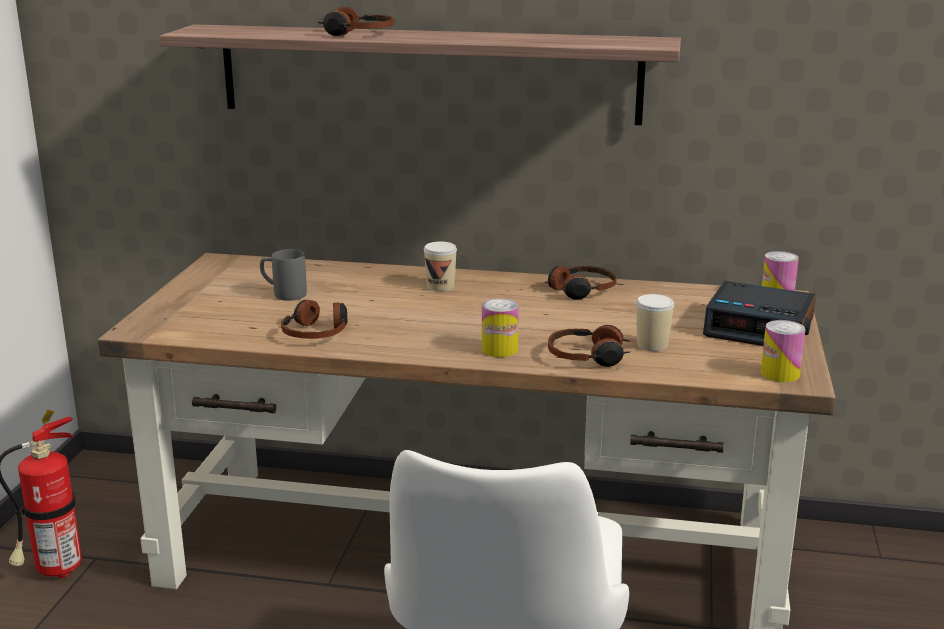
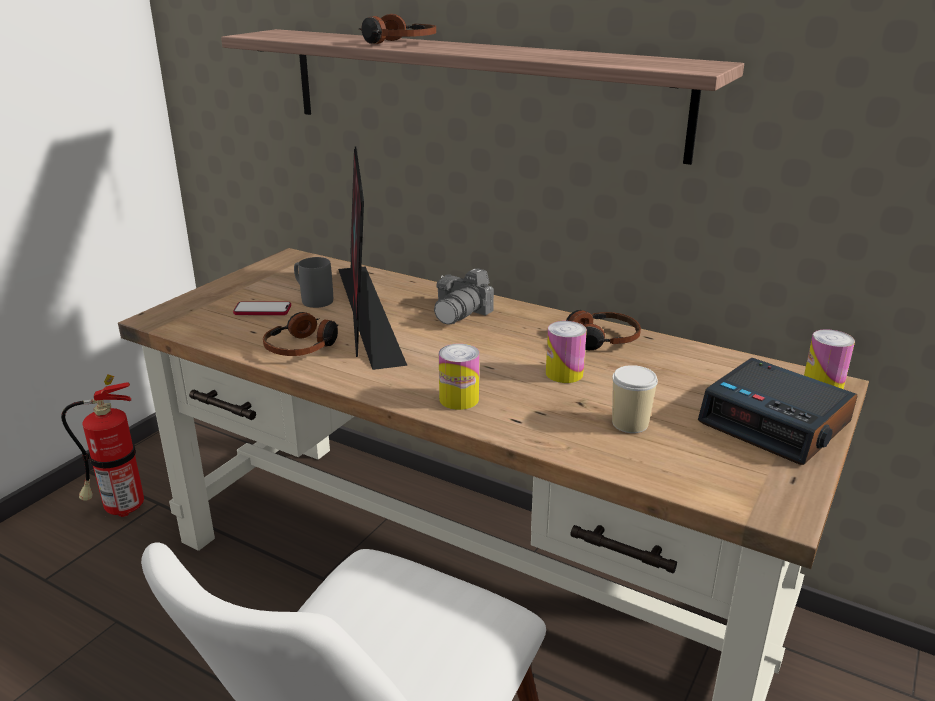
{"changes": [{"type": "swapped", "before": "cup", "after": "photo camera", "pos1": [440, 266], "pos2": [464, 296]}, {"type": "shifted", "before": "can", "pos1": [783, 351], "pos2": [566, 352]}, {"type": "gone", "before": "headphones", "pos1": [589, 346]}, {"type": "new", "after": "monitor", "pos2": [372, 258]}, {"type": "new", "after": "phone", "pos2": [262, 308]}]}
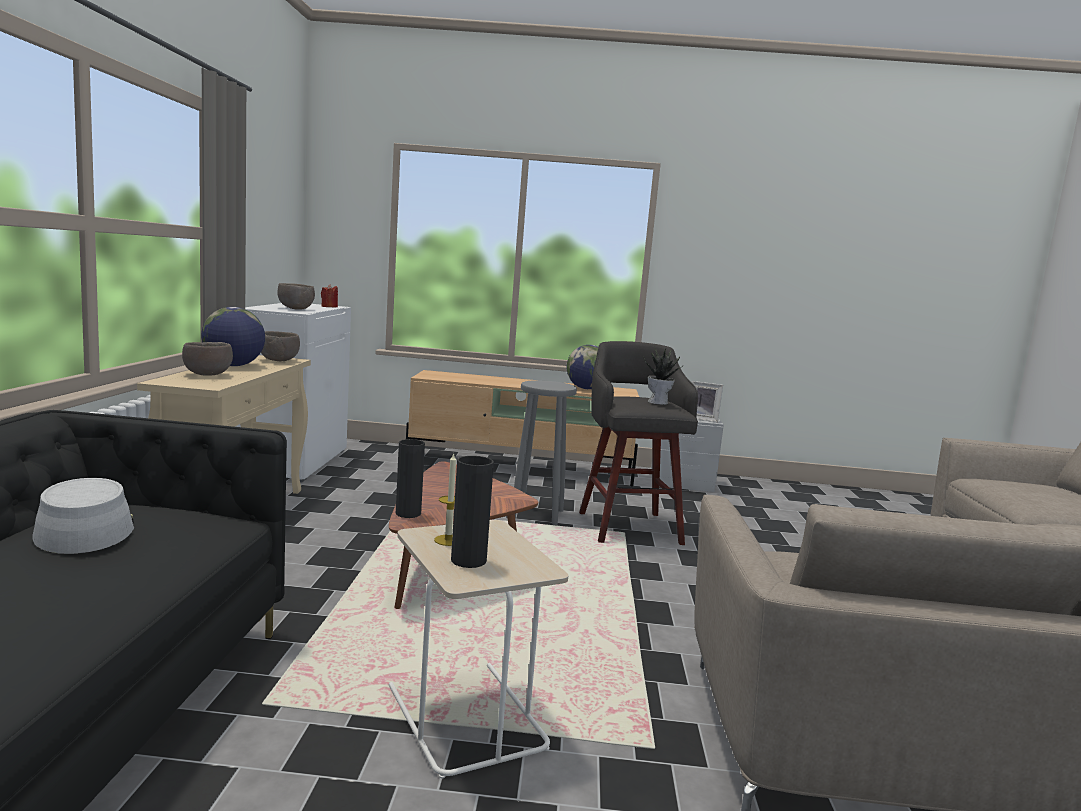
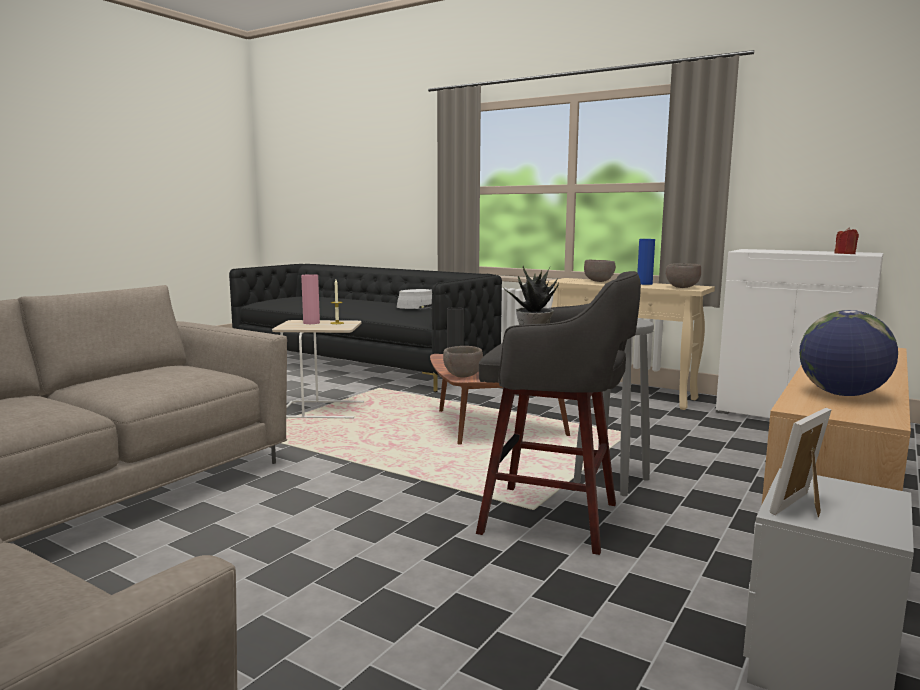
{"changes": [{"type": "shifted", "before": "brown bowl", "pos1": [296, 296], "pos2": [463, 362]}, {"type": "swapped", "before": "globe", "after": "blue vase", "pos1": [233, 336], "pos2": [646, 262]}, {"type": "repainted", "before": "black vase", "after": "pink vase", "pos1": [472, 512], "pos2": [310, 299]}]}
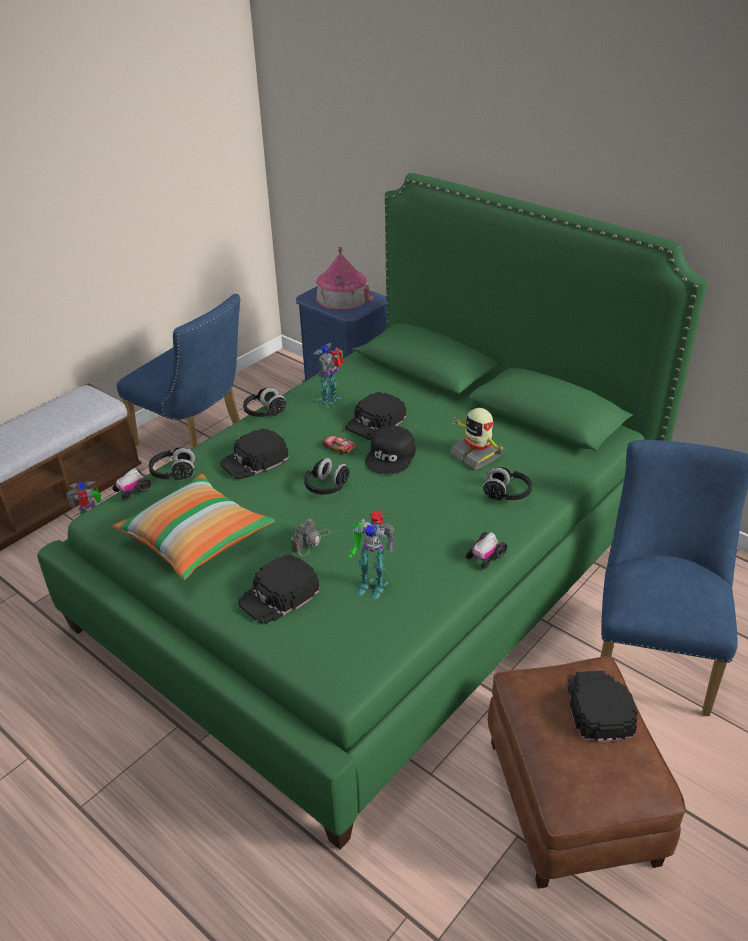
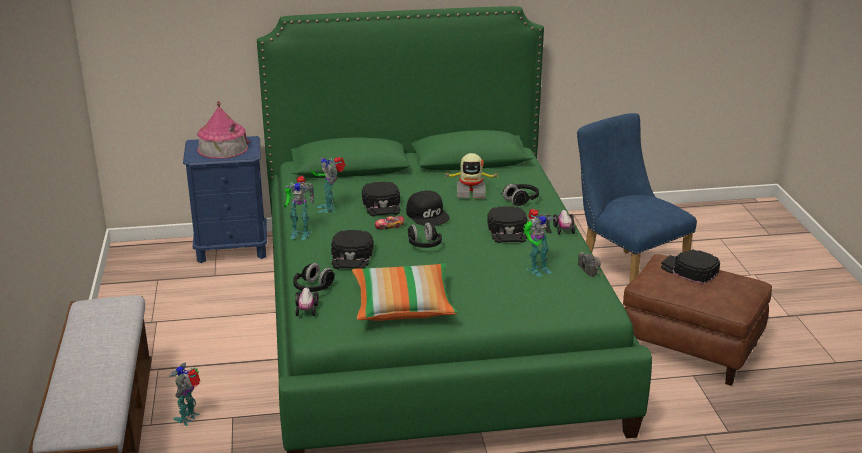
{"changes": [{"type": "gone", "before": "blue chair", "pos1": [179, 371]}, {"type": "swapped", "before": "black headphones", "after": "toy robot", "pos1": [265, 402], "pos2": [299, 207]}, {"type": "shifted", "before": "photo camera", "pos1": [310, 537], "pos2": [590, 264]}, {"type": "shifted", "before": "black cap", "pos1": [278, 589], "pos2": [507, 224]}]}
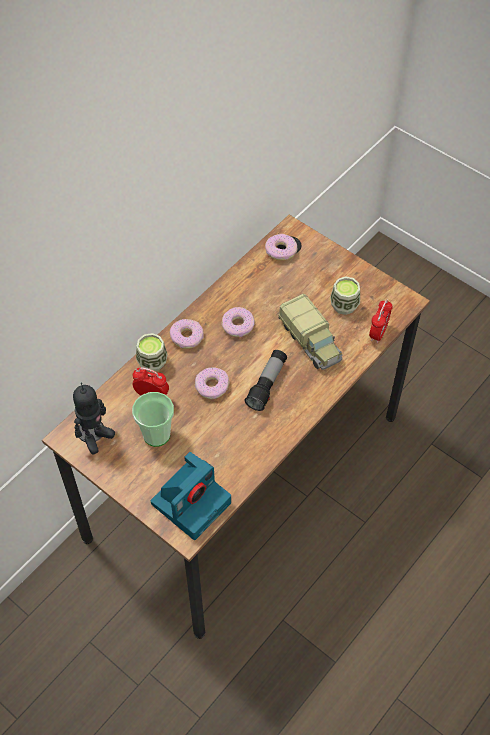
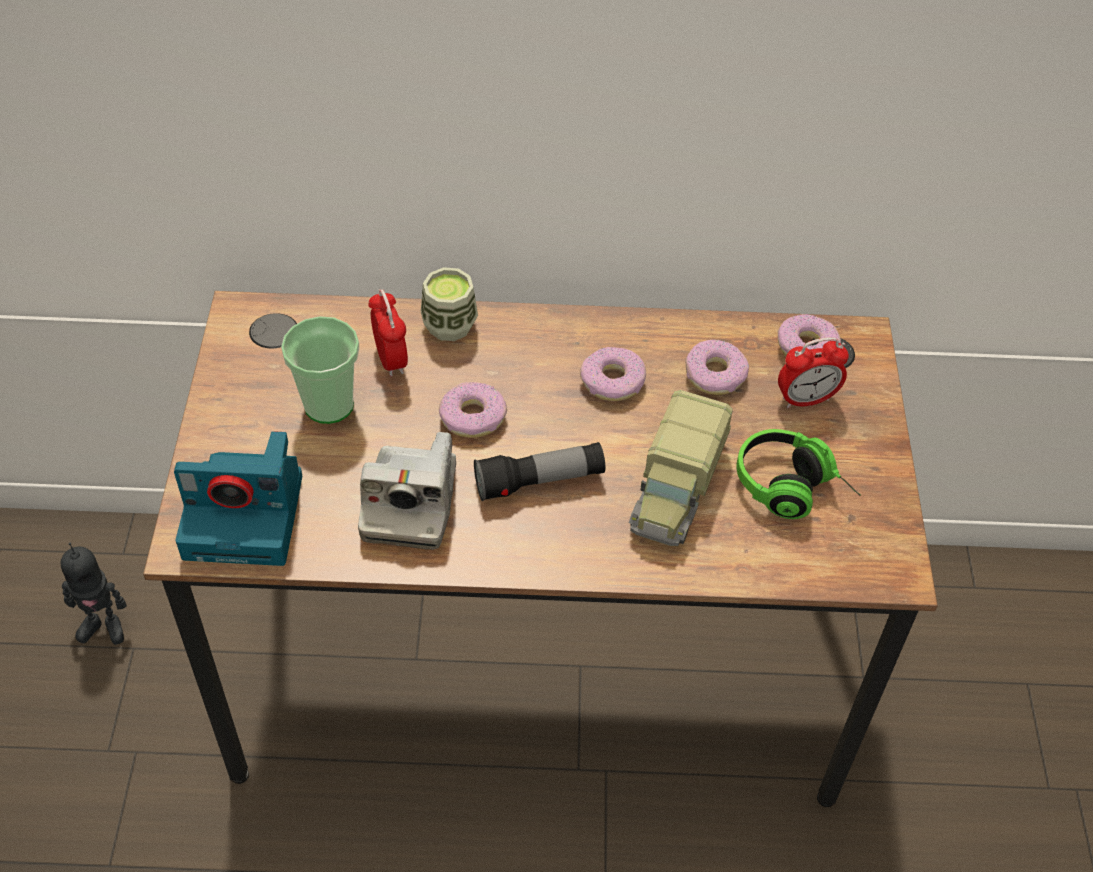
{"changes": [{"type": "swapped", "before": "cup", "after": "headphones", "pos1": [345, 295], "pos2": [798, 474]}, {"type": "shifted", "before": "alarm clock", "pos1": [381, 321], "pos2": [813, 372]}, {"type": "shifted", "before": "donut", "pos1": [186, 334], "pos2": [717, 367]}, {"type": "shifted", "before": "toy robot", "pos1": [94, 418], "pos2": [94, 593]}, {"type": "new", "after": "photo camera", "pos2": [407, 491]}]}
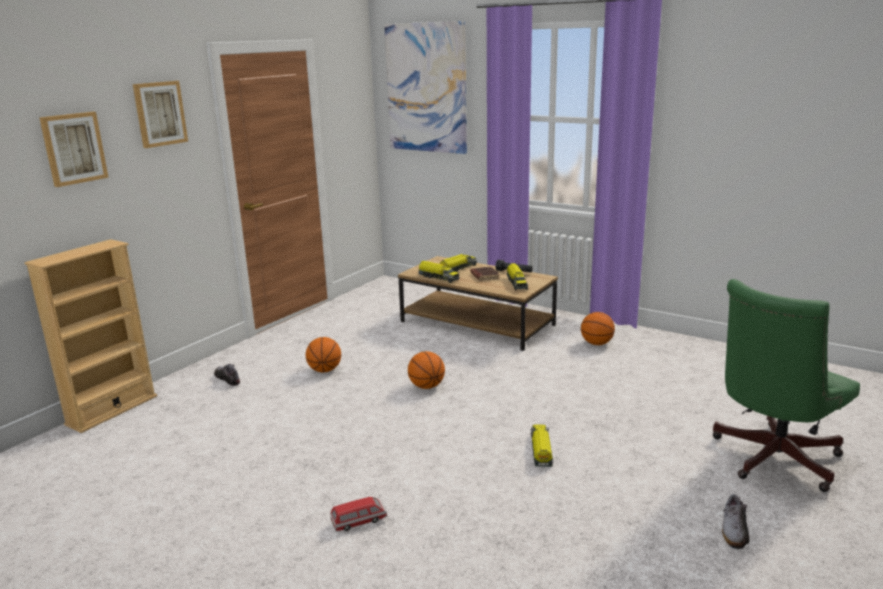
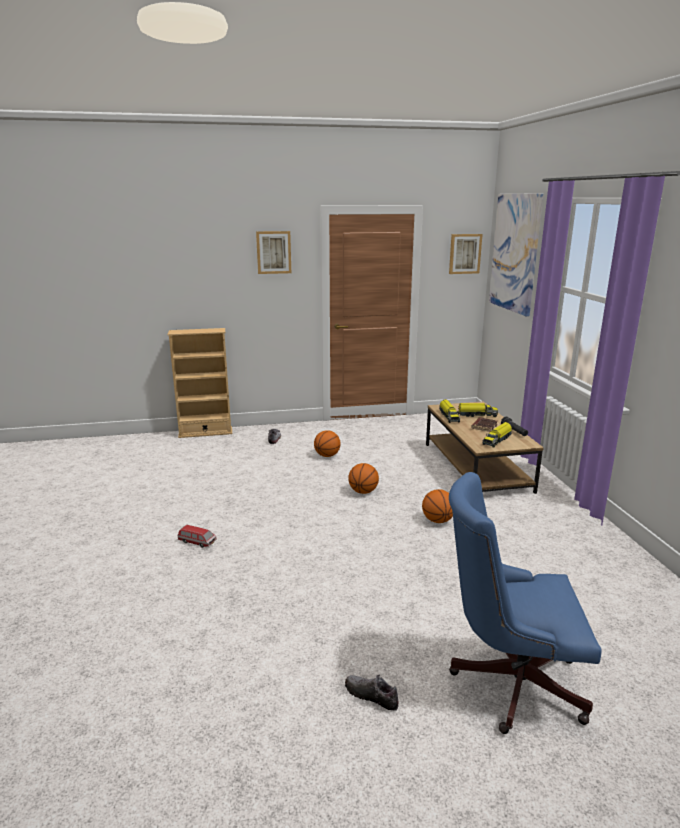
{"changes": [{"type": "shifted", "before": "picture", "pos1": [74, 149], "pos2": [466, 254]}, {"type": "repainted", "before": "green office chair", "after": "blue office chair", "pos1": [786, 385], "pos2": [525, 603]}, {"type": "shifted", "before": "basketball", "pos1": [598, 328], "pos2": [437, 506]}, {"type": "gone", "before": "toy truck", "pos1": [542, 446]}, {"type": "rotated", "before": "shoe", "pos1": [736, 521], "pos2": [372, 692], "turn": 60}]}
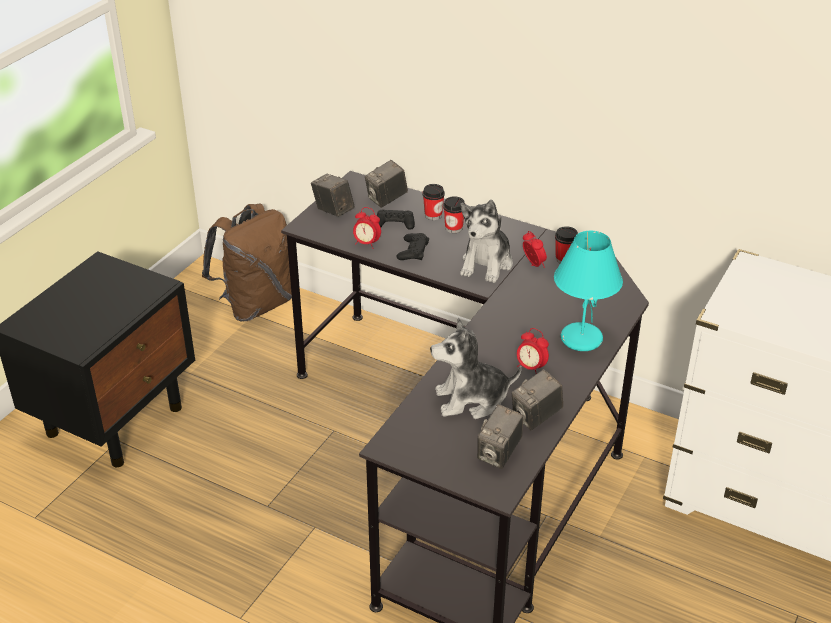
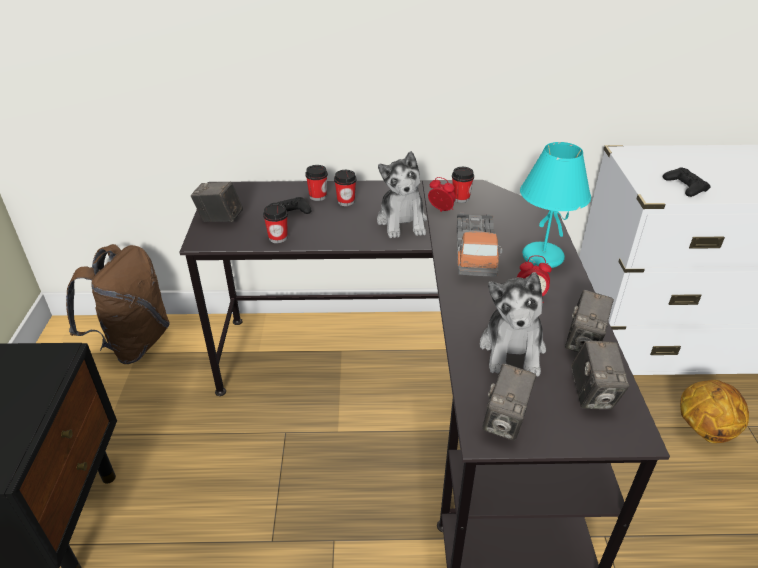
{"changes": [{"type": "shifted", "before": "photo camera", "pos1": [386, 184], "pos2": [509, 402]}, {"type": "swapped", "before": "alarm clock", "after": "cup", "pos1": [367, 228], "pos2": [275, 223]}, {"type": "shifted", "before": "black game controller", "pos1": [413, 247], "pos2": [687, 182]}, {"type": "rotated", "before": "plush toy", "pos1": [476, 368], "pos2": [513, 324], "turn": -45}, {"type": "new", "after": "toy truck", "pos2": [480, 245]}, {"type": "new", "after": "basketball", "pos2": [714, 411]}]}
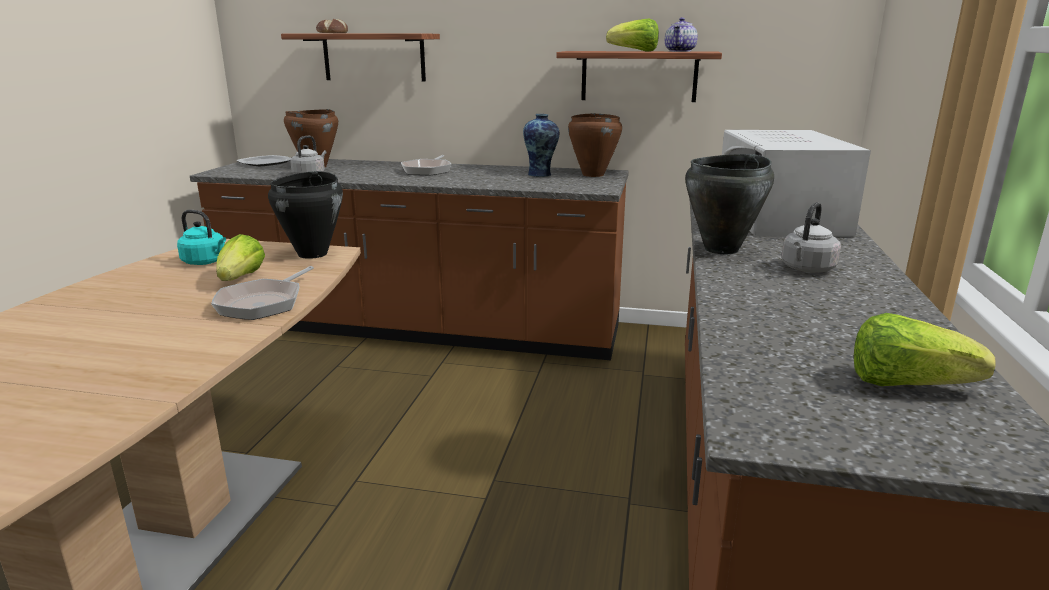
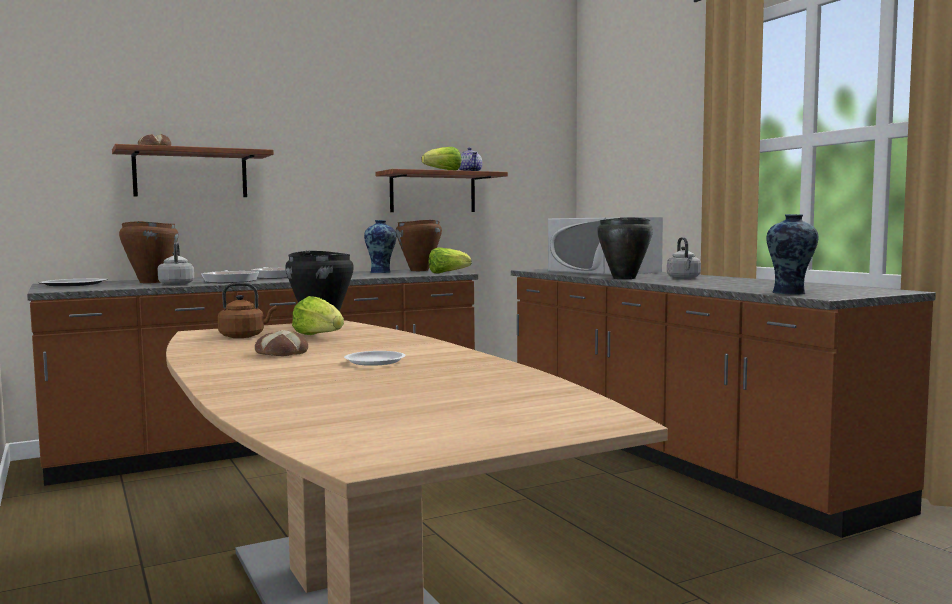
{"changes": [{"type": "repainted", "before": "turquoise kettle", "after": "brown kettle", "pos1": [201, 237], "pos2": [247, 310]}, {"type": "shifted", "before": "frying pan", "pos1": [262, 293], "pos2": [230, 276]}, {"type": "shifted", "before": "lettuce", "pos1": [925, 349], "pos2": [450, 260]}, {"type": "new", "after": "vase", "pos2": [792, 254]}, {"type": "new", "after": "bread", "pos2": [281, 343]}, {"type": "new", "after": "white plate", "pos2": [375, 358]}]}
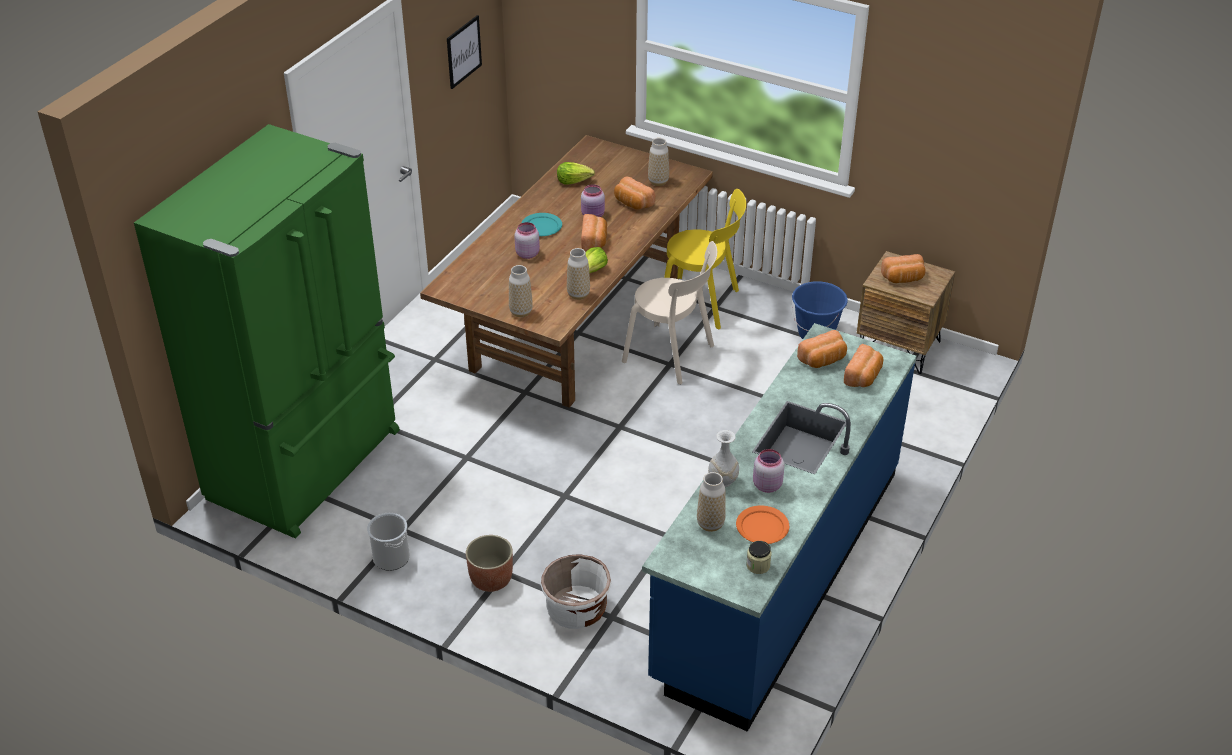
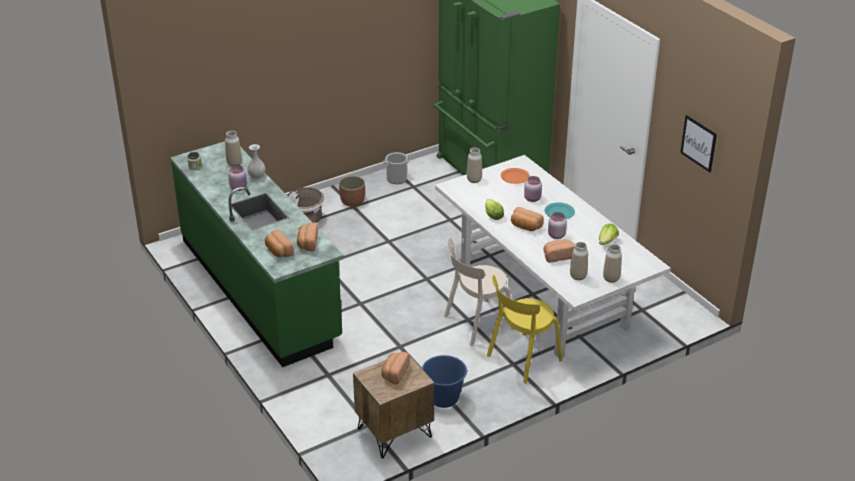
{"changes": [{"type": "repainted", "before": "brown dining table", "after": "white dining table", "pos1": [566, 271], "pos2": [552, 256]}, {"type": "shifted", "before": "vase", "pos1": [578, 274], "pos2": [612, 263]}, {"type": "repainted", "before": "blue counter", "after": "green counter", "pos1": [779, 527], "pos2": [257, 254]}, {"type": "shifted", "before": "orange plate", "pos1": [762, 524], "pos2": [515, 176]}]}
